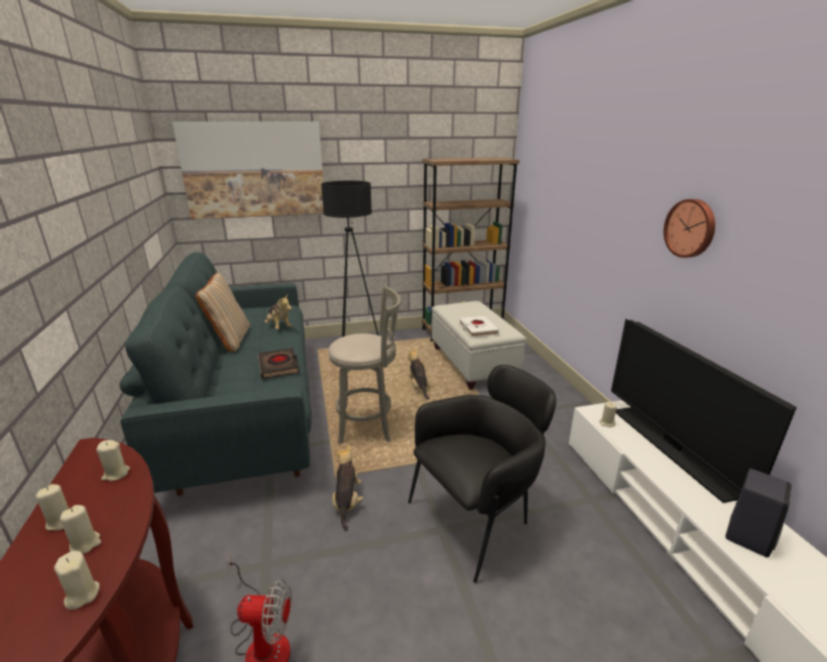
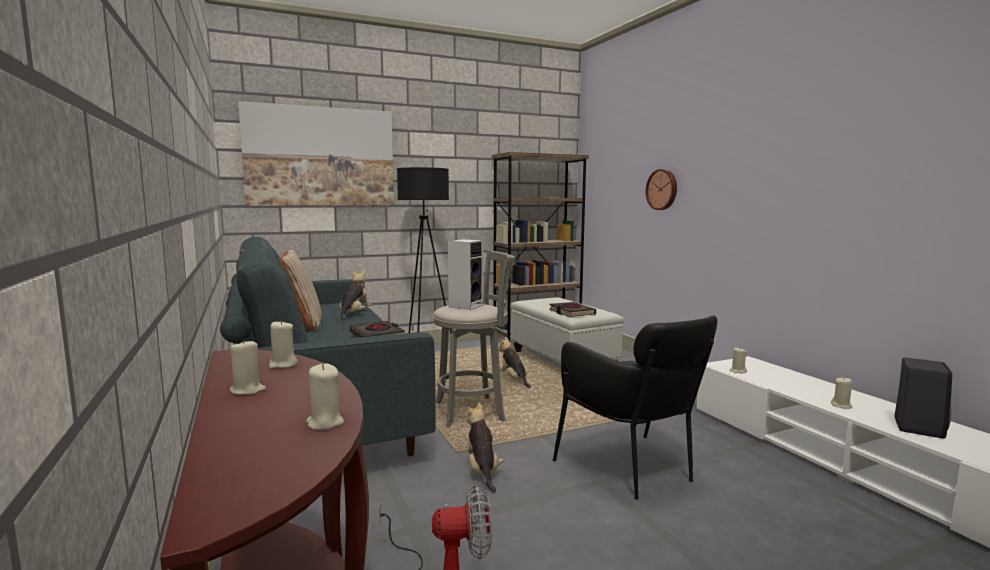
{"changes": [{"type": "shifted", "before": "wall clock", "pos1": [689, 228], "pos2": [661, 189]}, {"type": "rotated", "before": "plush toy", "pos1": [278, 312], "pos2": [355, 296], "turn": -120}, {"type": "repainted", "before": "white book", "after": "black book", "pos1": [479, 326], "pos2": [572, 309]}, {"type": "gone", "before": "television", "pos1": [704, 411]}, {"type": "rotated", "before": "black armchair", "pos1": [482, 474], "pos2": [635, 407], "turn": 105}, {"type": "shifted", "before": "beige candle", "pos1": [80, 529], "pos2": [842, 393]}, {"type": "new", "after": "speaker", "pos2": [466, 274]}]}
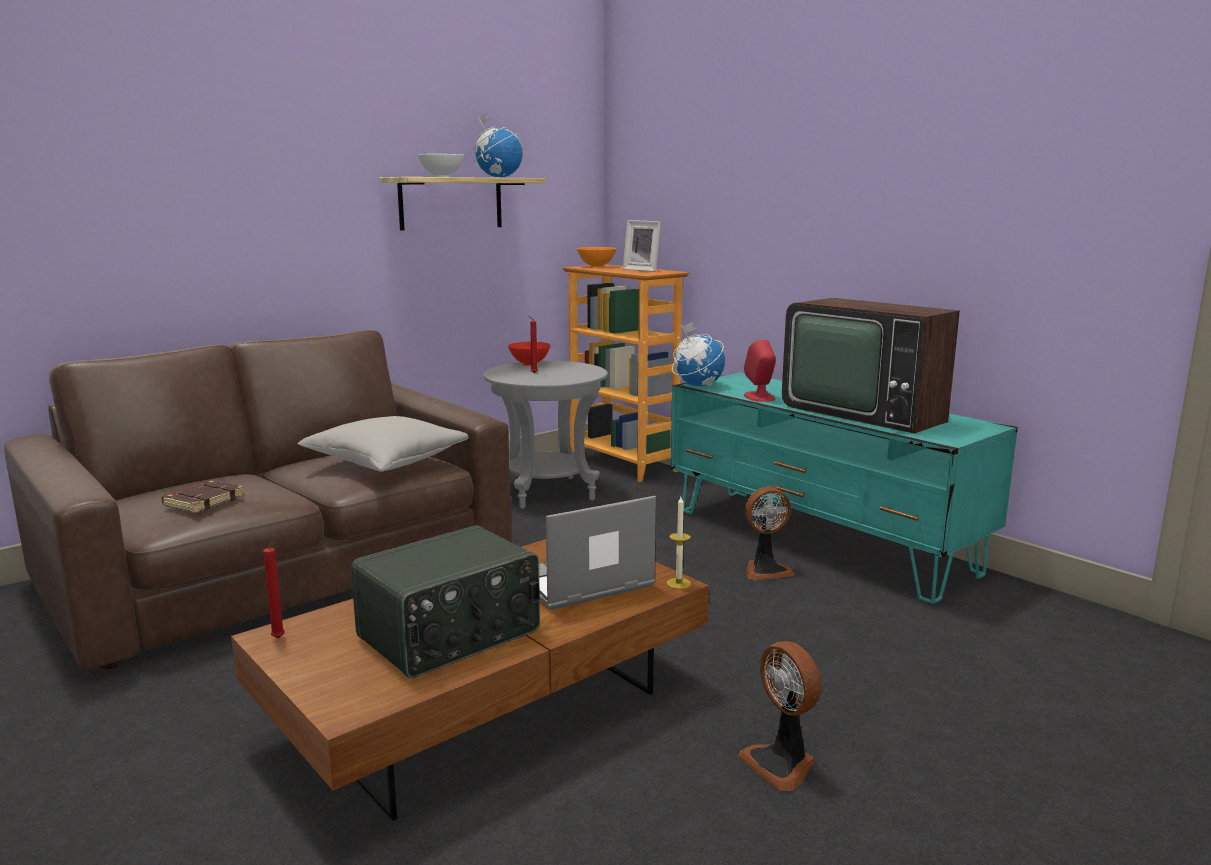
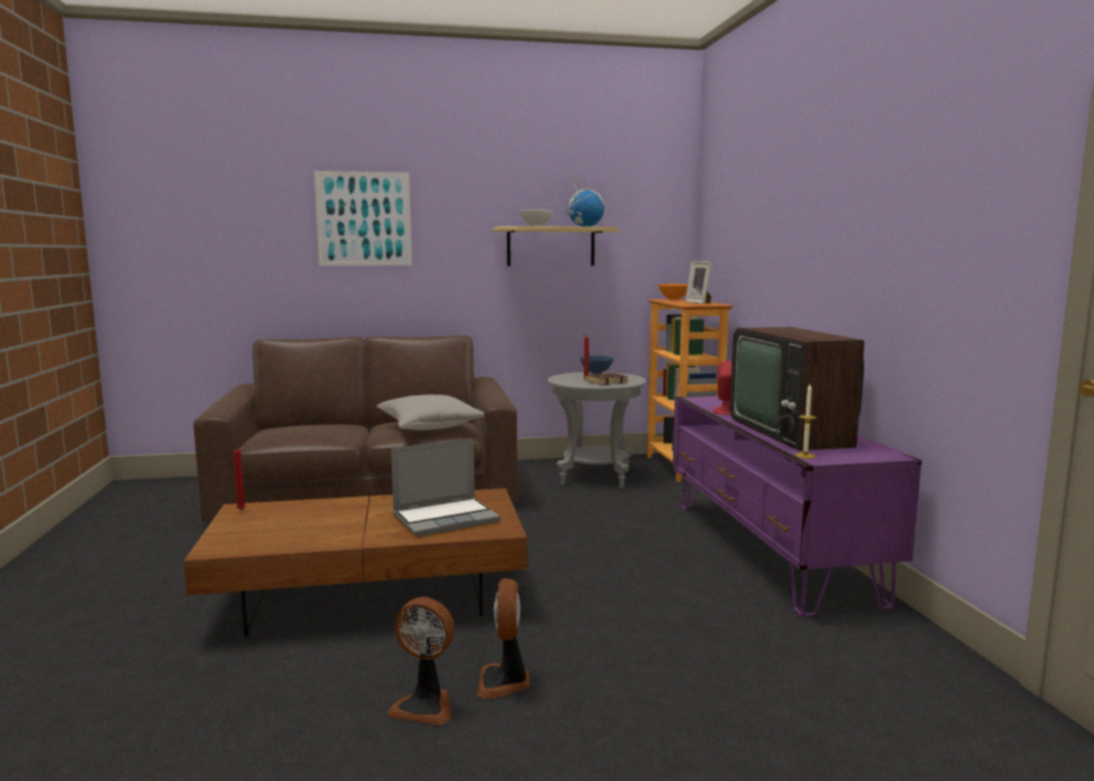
{"changes": [{"type": "gone", "before": "globe", "pos1": [698, 354]}, {"type": "repainted", "before": "red bowl", "after": "blue bowl", "pos1": [529, 354], "pos2": [597, 365]}, {"type": "repainted", "before": "turquoise tv stand", "after": "purple tv stand", "pos1": [844, 488], "pos2": [797, 506]}, {"type": "shifted", "before": "brown book", "pos1": [203, 496], "pos2": [606, 379]}, {"type": "shifted", "before": "fan", "pos1": [770, 534], "pos2": [421, 661]}, {"type": "rotated", "before": "laptop", "pos1": [597, 553], "pos2": [445, 487], "turn": 150}, {"type": "shifted", "before": "candle", "pos1": [679, 543], "pos2": [806, 421]}, {"type": "gone", "before": "radio", "pos1": [445, 601]}, {"type": "new", "after": "picture", "pos2": [363, 218]}]}
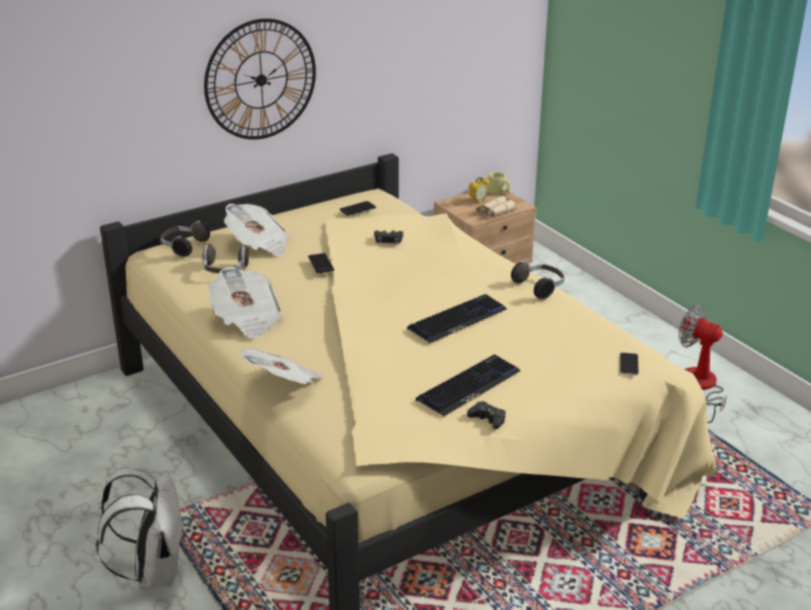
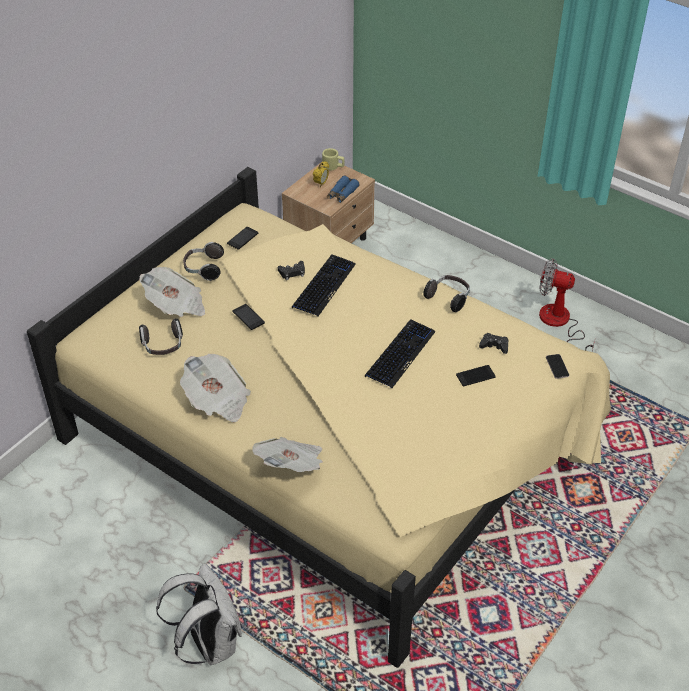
{"changes": [{"type": "gone", "before": "wall clock", "pos1": [260, 79]}, {"type": "repainted", "before": "beige binoculars", "after": "blue binoculars", "pos1": [496, 206], "pos2": [343, 189]}, {"type": "shifted", "before": "headphones", "pos1": [185, 239], "pos2": [203, 261]}, {"type": "shifted", "before": "keyboard", "pos1": [468, 385], "pos2": [324, 285]}, {"type": "shifted", "before": "black game controller", "pos1": [486, 415], "pos2": [494, 343]}, {"type": "new", "after": "phone", "pos2": [476, 376]}]}
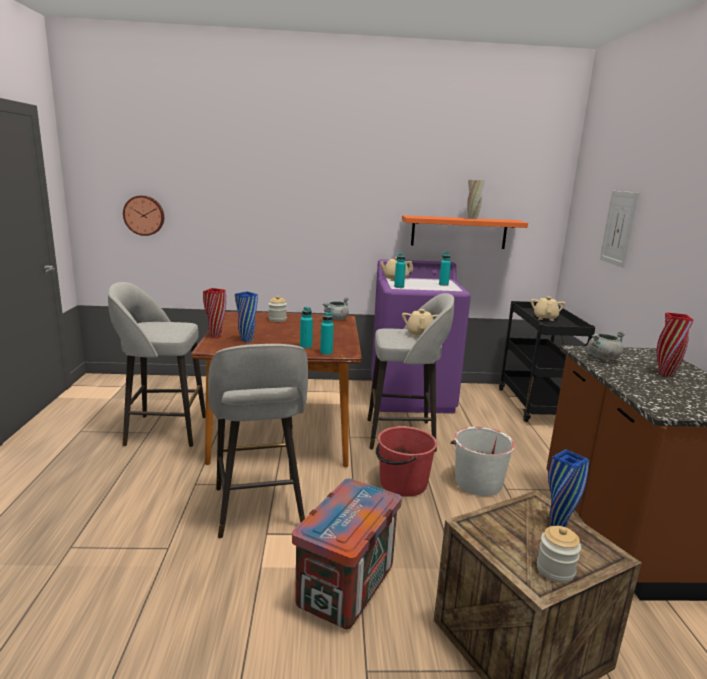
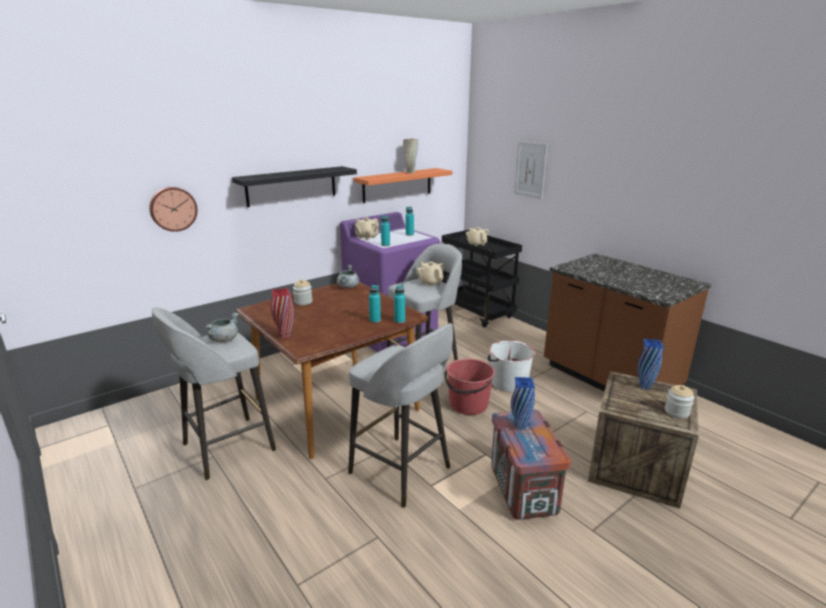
{"changes": [{"type": "shifted", "before": "wall clock", "pos1": [143, 215], "pos2": [173, 209]}, {"type": "shifted", "before": "blue vase", "pos1": [246, 317], "pos2": [523, 403]}, {"type": "gone", "before": "red vase", "pos1": [675, 344]}, {"type": "shifted", "before": "grey cooking pot", "pos1": [606, 345], "pos2": [222, 328]}, {"type": "new", "after": "black shelf", "pos2": [294, 186]}]}
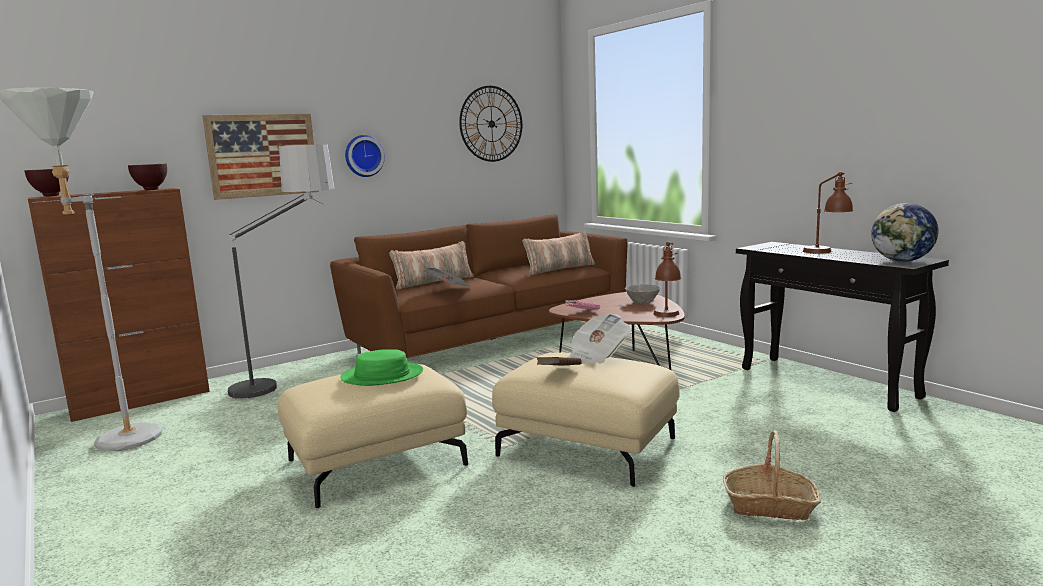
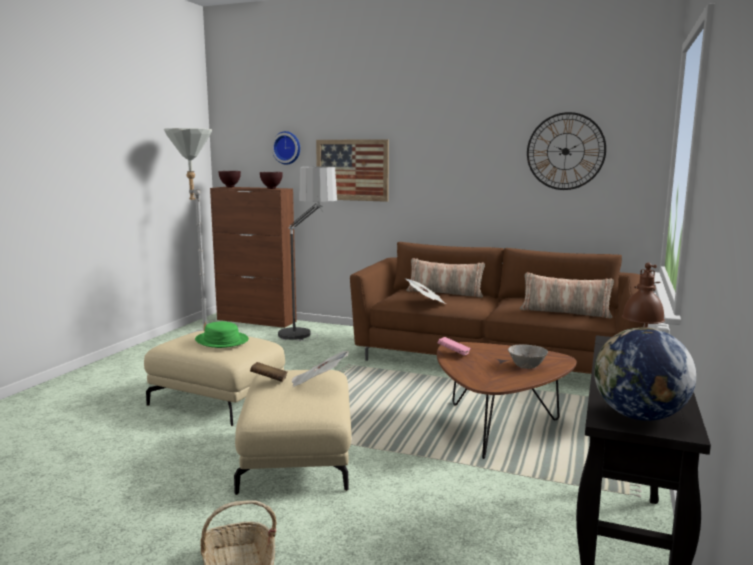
{"changes": [{"type": "shifted", "before": "wall clock", "pos1": [365, 156], "pos2": [285, 148]}, {"type": "gone", "before": "brown table lamp", "pos1": [667, 279]}]}
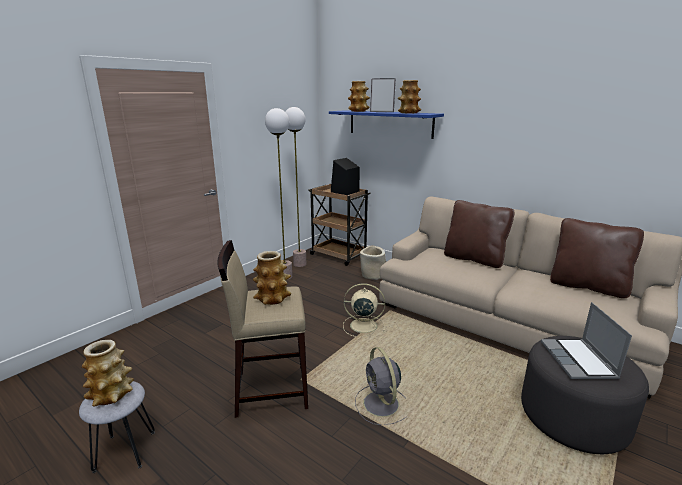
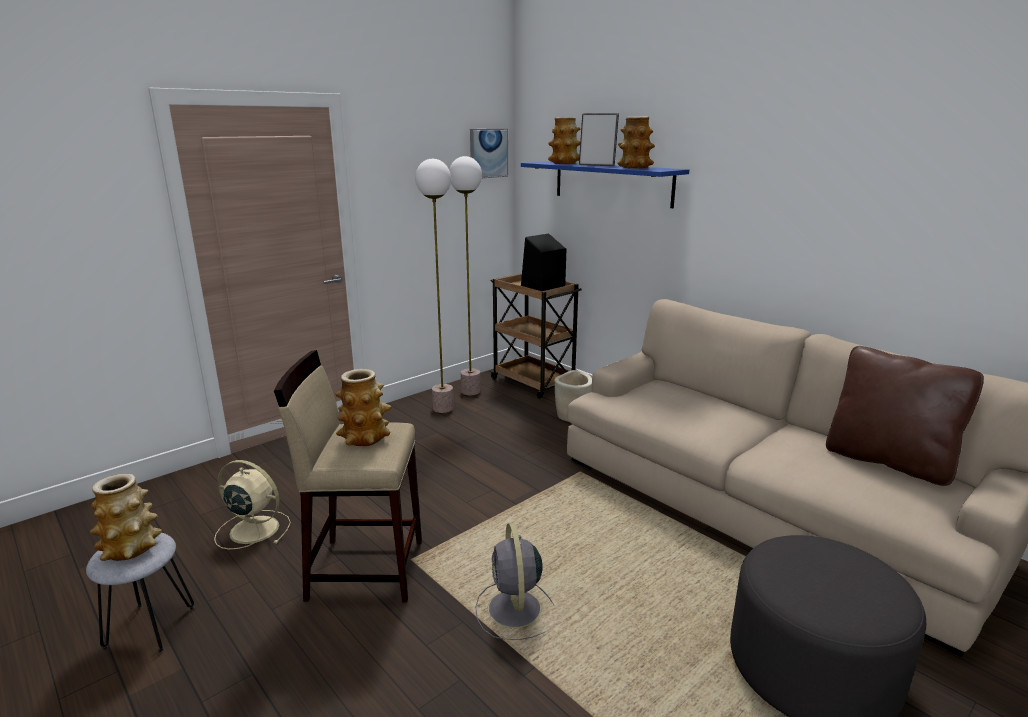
{"changes": [{"type": "gone", "before": "brown pillow", "pos1": [479, 234]}, {"type": "shifted", "before": "beige fan", "pos1": [364, 310], "pos2": [252, 505]}, {"type": "gone", "before": "laptop", "pos1": [586, 340]}, {"type": "new", "after": "picture", "pos2": [489, 153]}]}
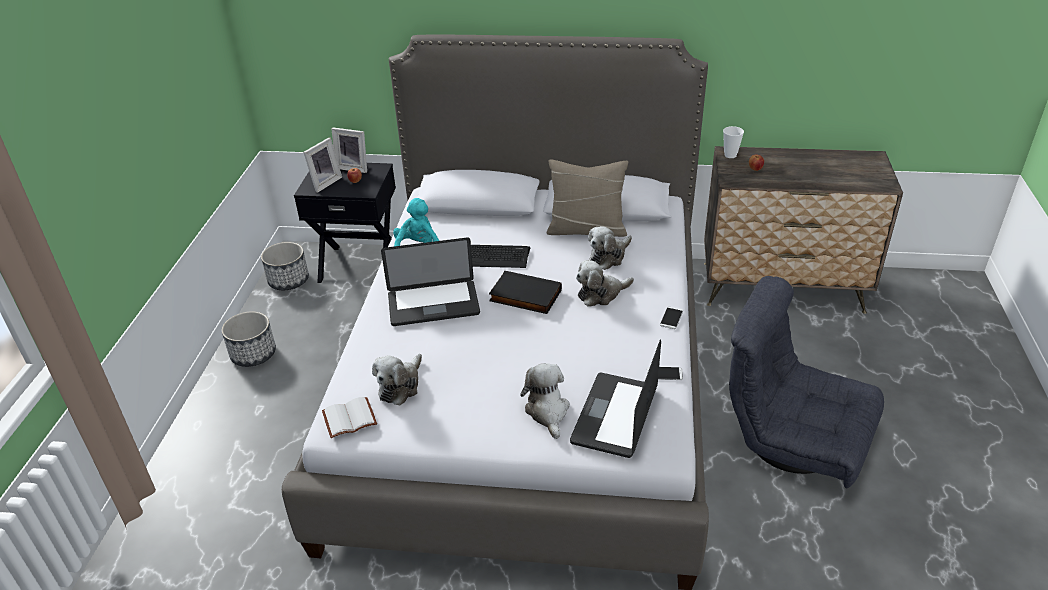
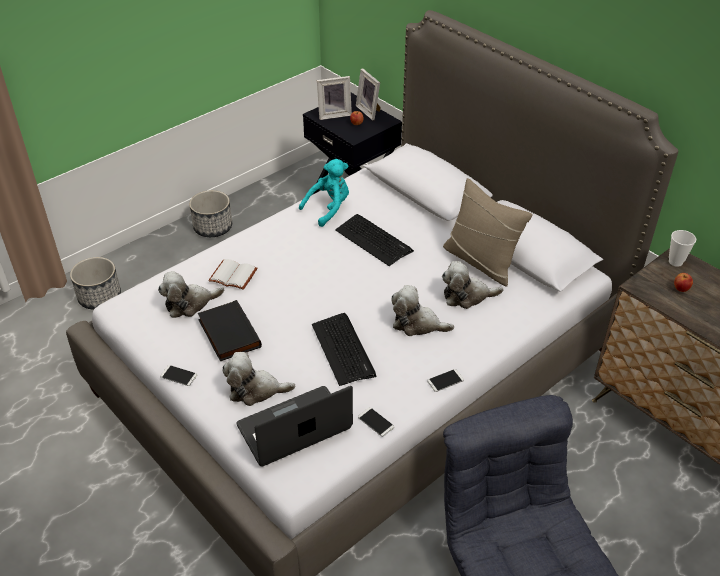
{"changes": [{"type": "gone", "before": "laptop", "pos1": [430, 282]}, {"type": "shifted", "before": "planter", "pos1": [285, 266], "pos2": [95, 283]}, {"type": "shifted", "before": "black book", "pos1": [525, 292], "pos2": [230, 330]}, {"type": "rotated", "before": "plush toy", "pos1": [545, 401], "pos2": [259, 379], "turn": -120}, {"type": "shifted", "before": "white book", "pos1": [349, 417], "pos2": [233, 274]}, {"type": "new", "after": "keyboard", "pos2": [344, 349]}, {"type": "new", "after": "phone", "pos2": [178, 375]}]}
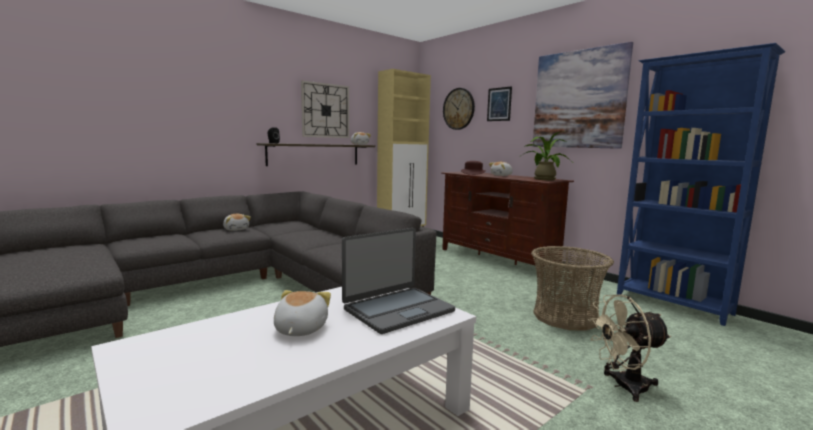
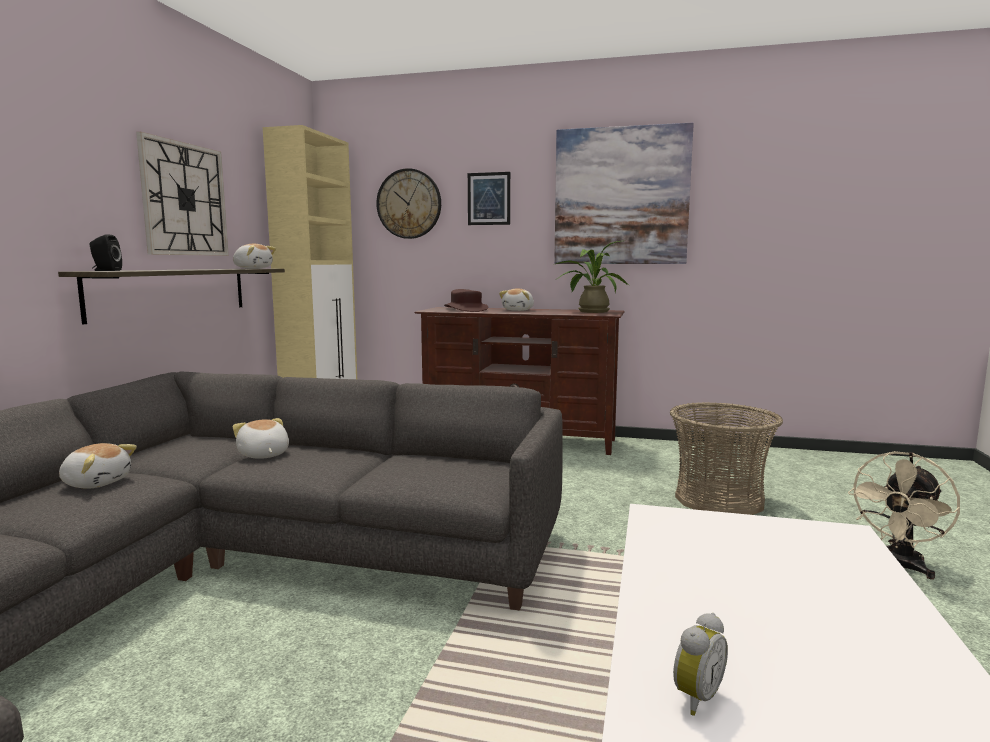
{"changes": [{"type": "gone", "before": "blue bookcase", "pos1": [701, 184]}, {"type": "gone", "before": "laptop", "pos1": [398, 281]}, {"type": "shifted", "before": "plush toy", "pos1": [302, 313], "pos2": [261, 438]}, {"type": "new", "after": "alarm clock", "pos2": [700, 664]}]}
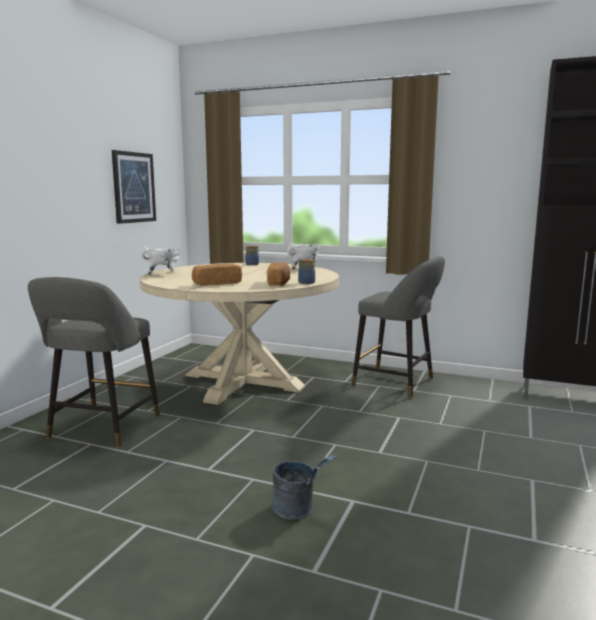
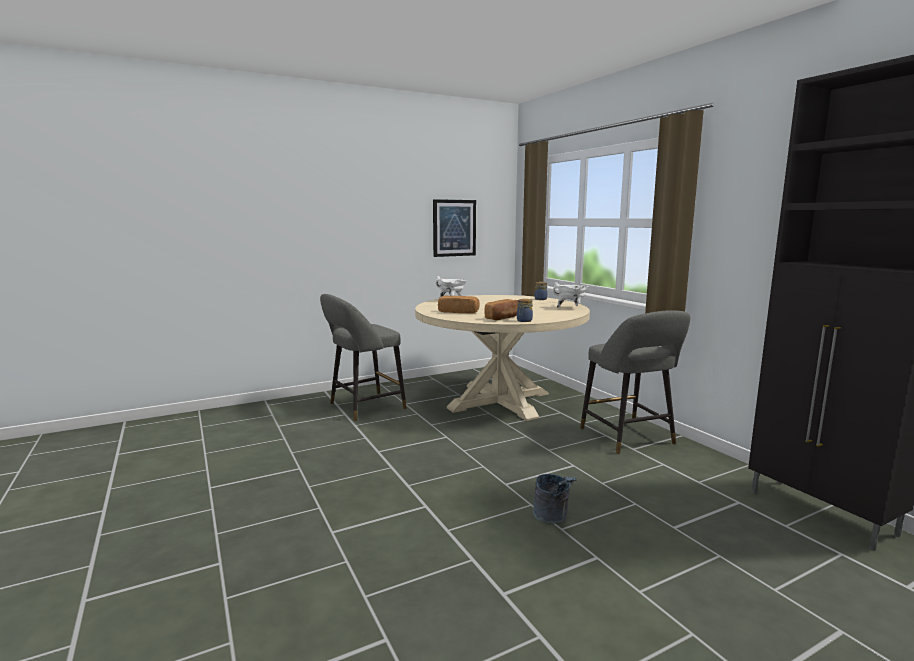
{"changes": [{"type": "shifted", "before": "grey bucket", "pos1": [304, 487], "pos2": [555, 499]}]}
